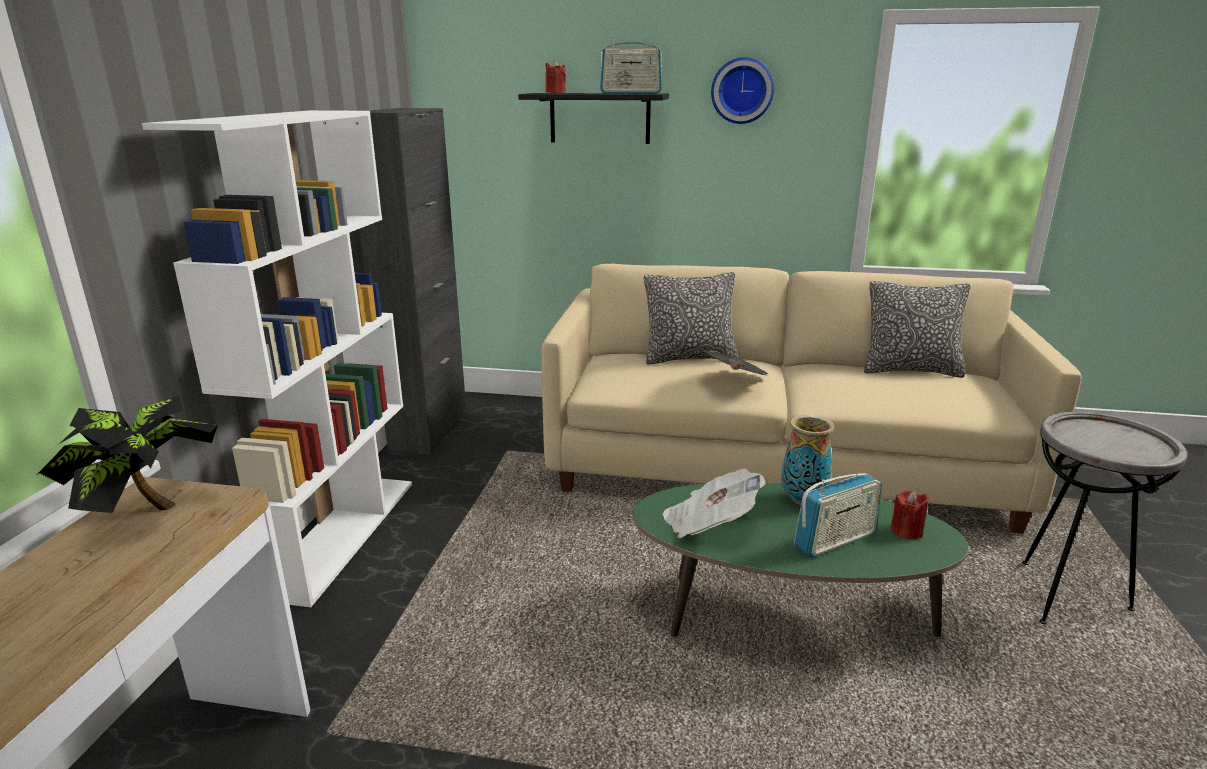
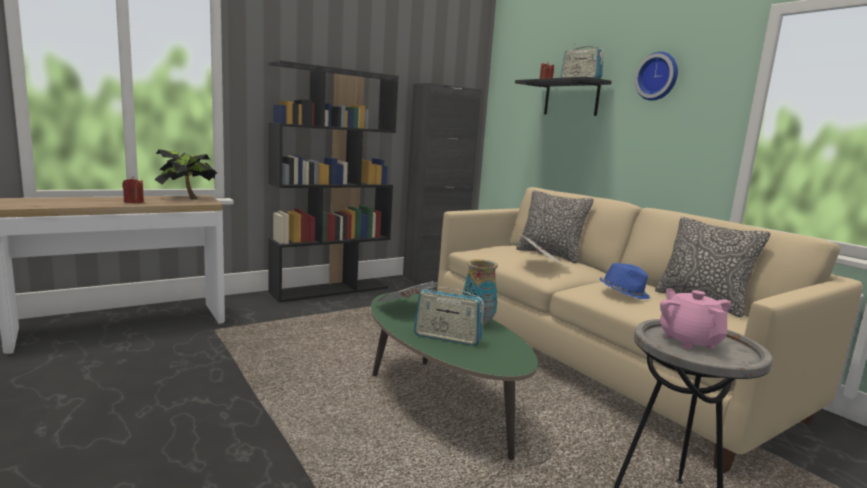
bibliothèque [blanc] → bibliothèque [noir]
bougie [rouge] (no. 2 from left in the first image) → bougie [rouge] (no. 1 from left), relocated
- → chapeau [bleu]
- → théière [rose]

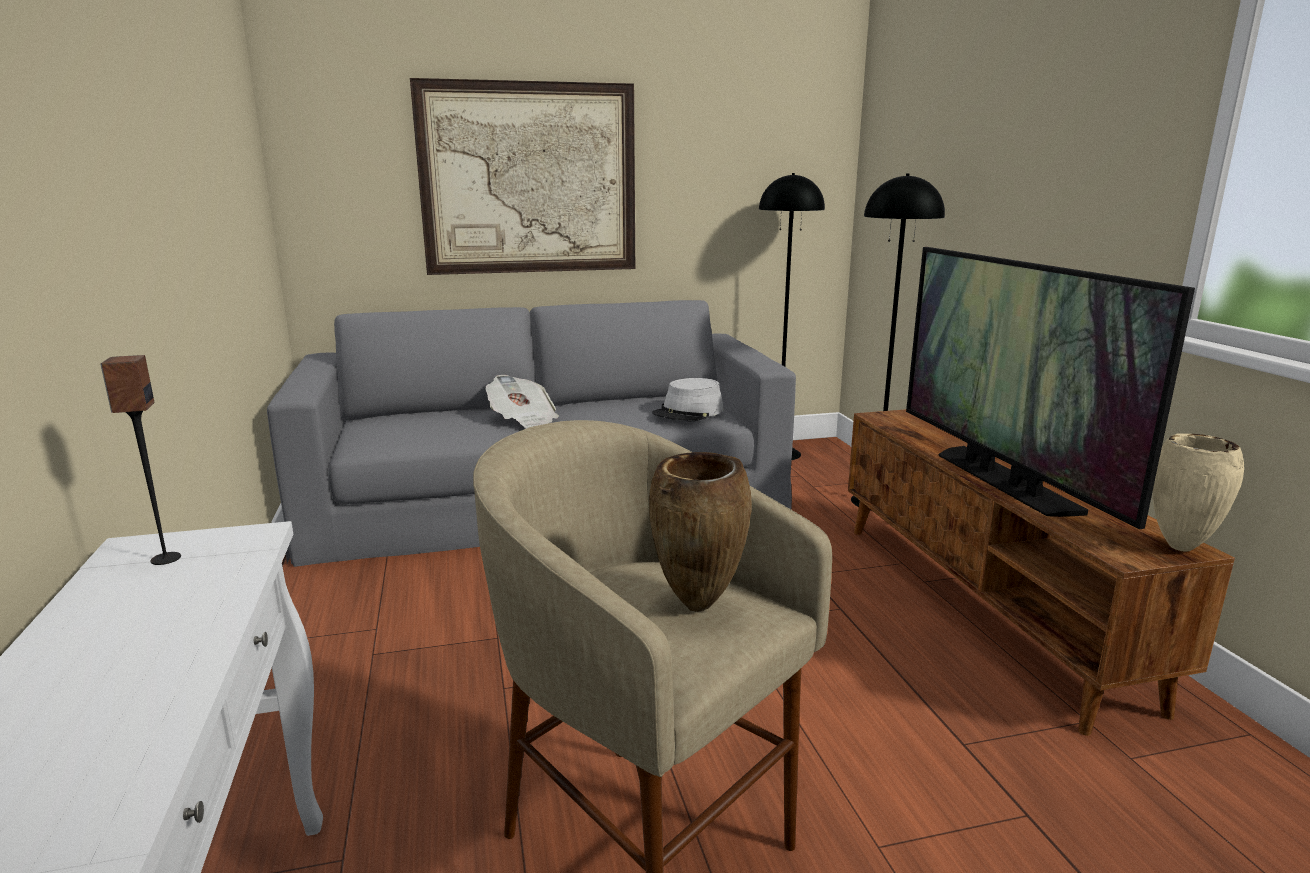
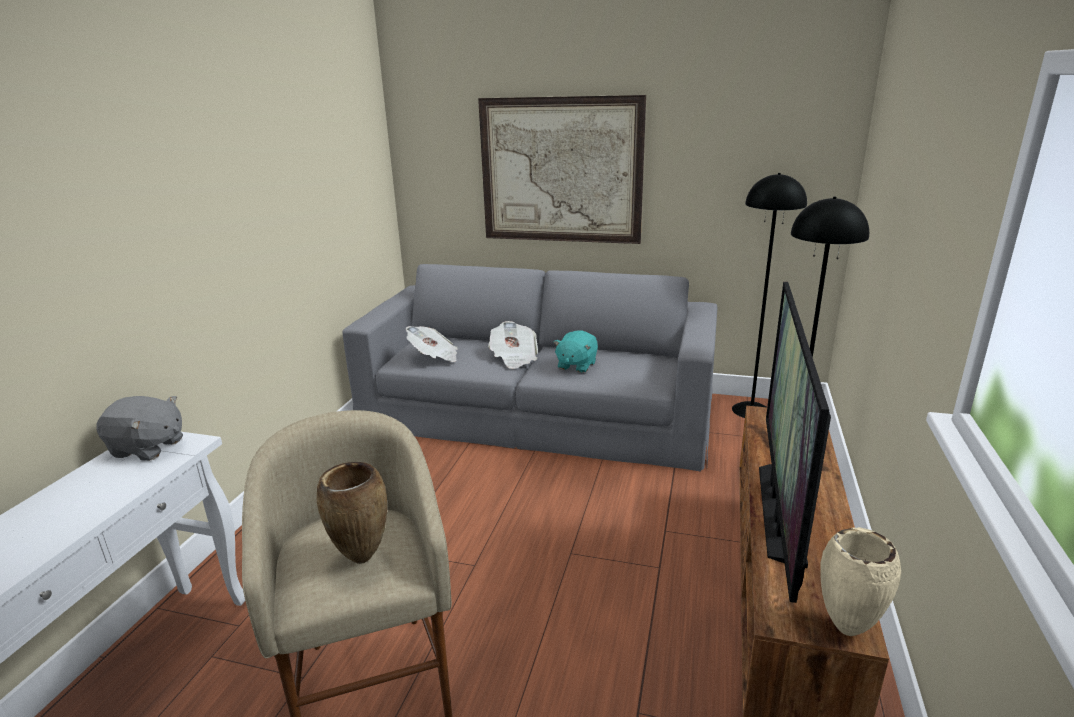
enceinte → peluche [gris]
chapeau [gris] → -
- → journal (no. 1 from left)
- → peluche [turquoise]

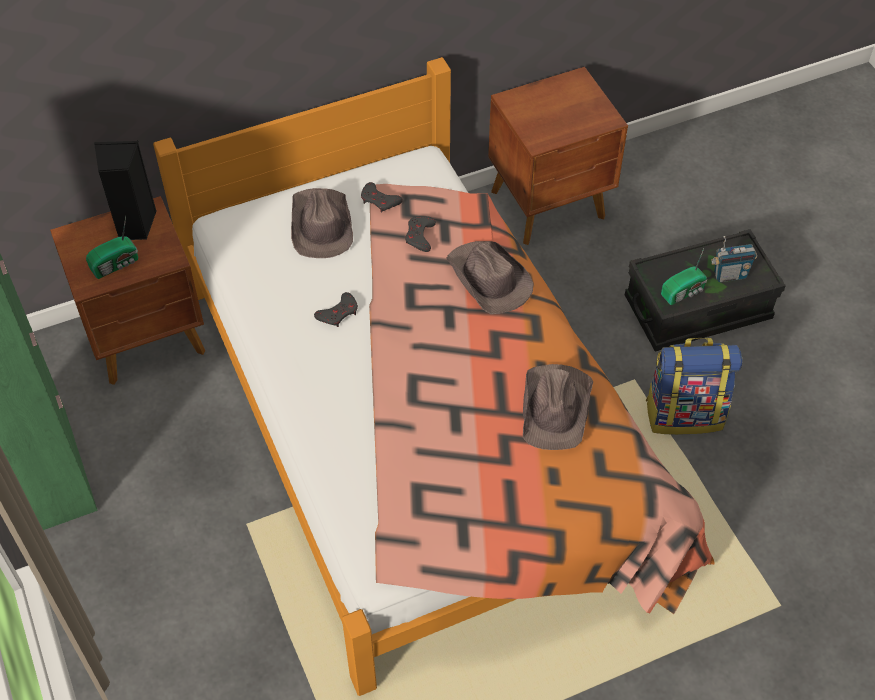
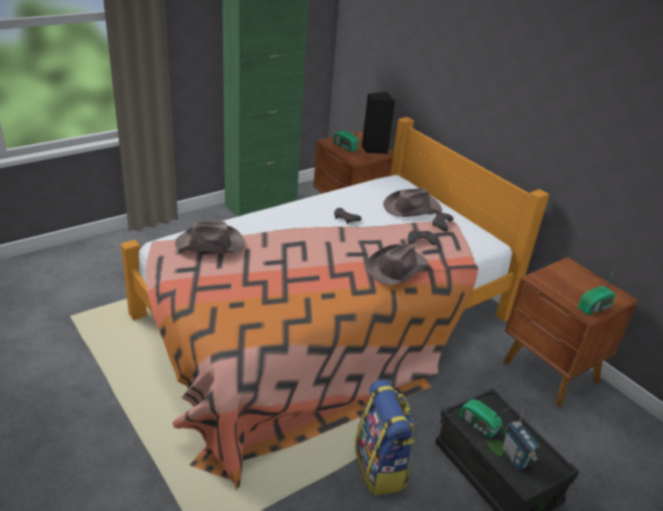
chapeau [marron] (no. 3 from left in the first image) → chapeau [marron] (no. 1 from left), relocated
- → radio (no. 4 from left)

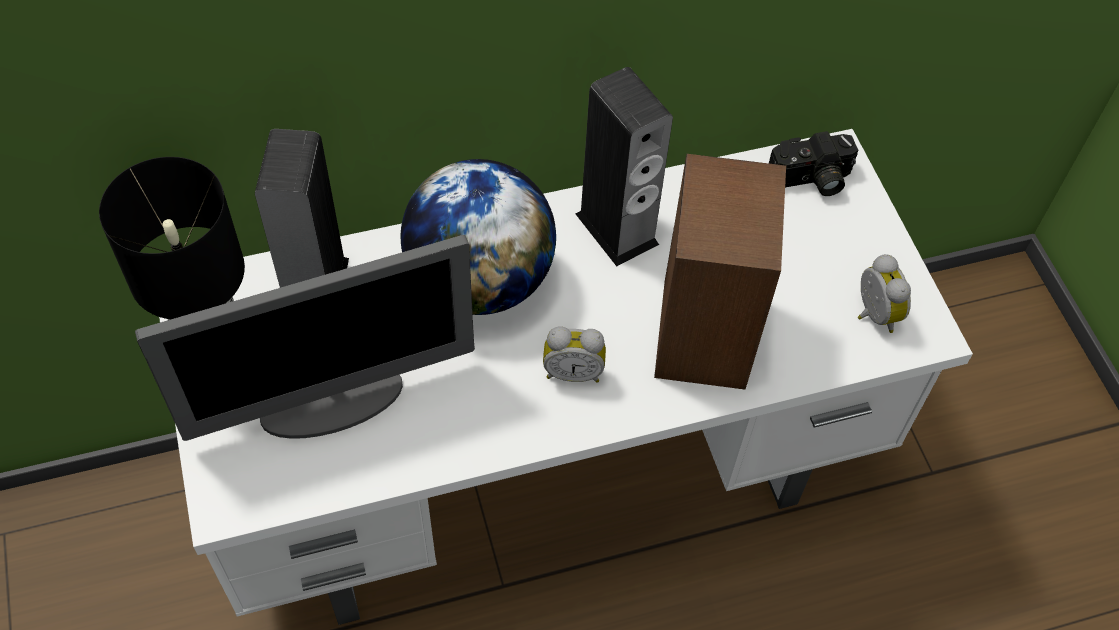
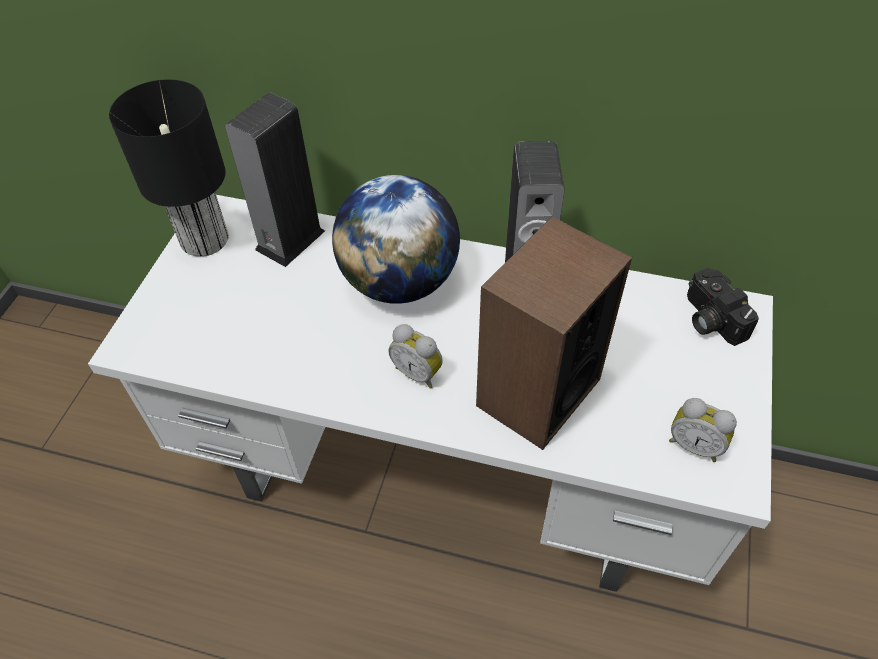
appareil photo, 45 degrees clockwise
écran d'ordinateur → -
réveil (no. 2 from left), 105 degrees clockwise

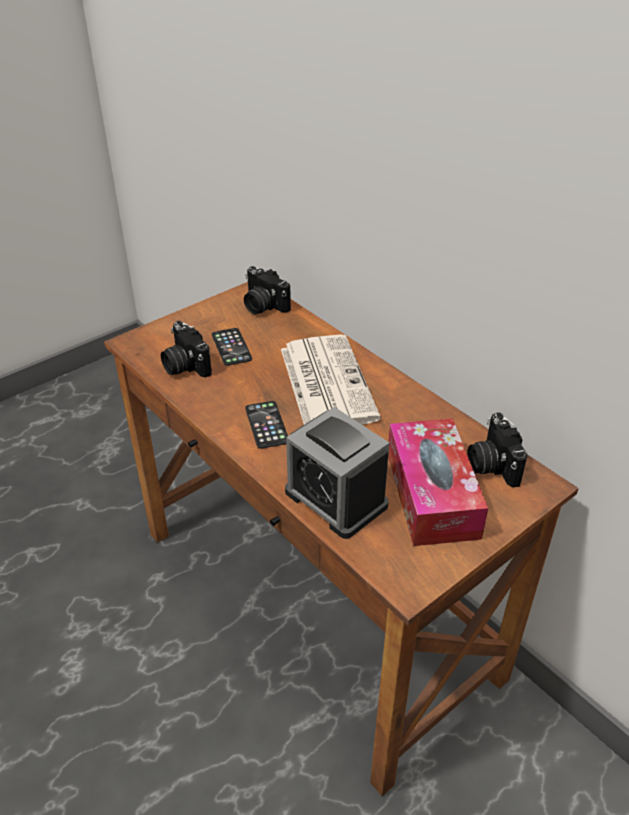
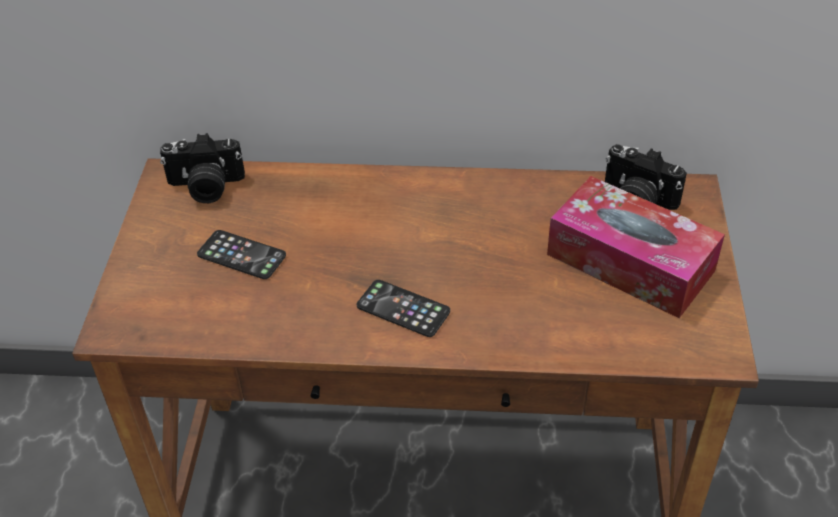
appareil photo (no. 1 from left) → -
journal → -
réveil → -

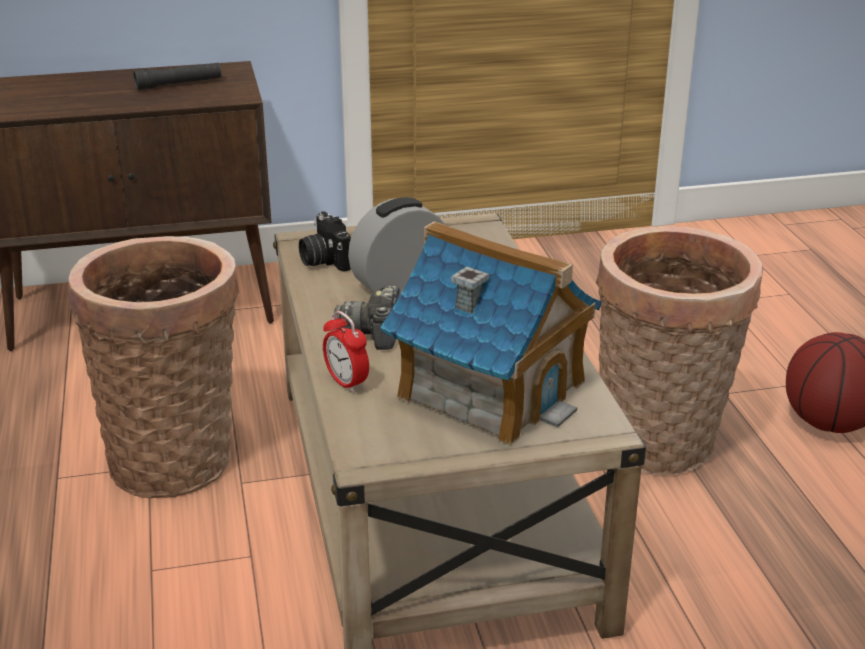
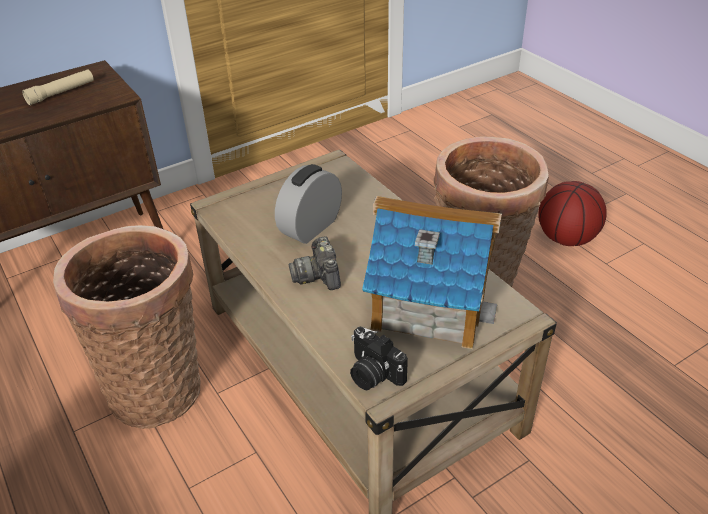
lampe de poche [noir] → lampe de poche [beige]
appareil photo (no. 1 from left in the first image) → appareil photo (no. 2 from left), relocated
réveil (no. 1 from left) → -

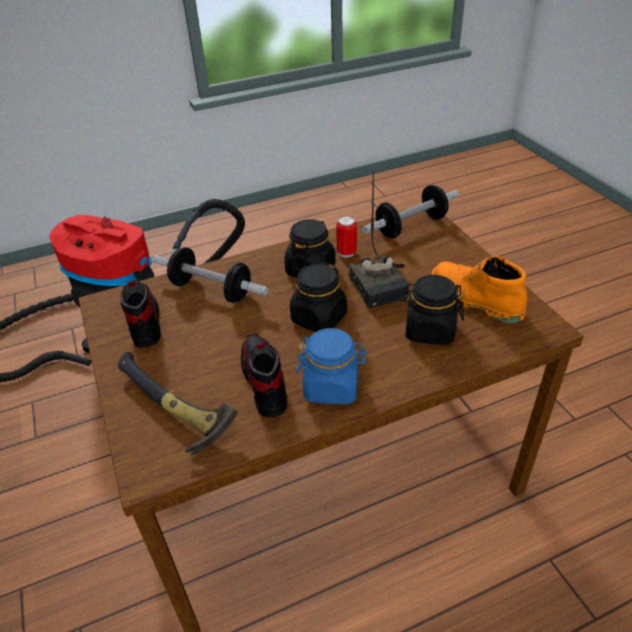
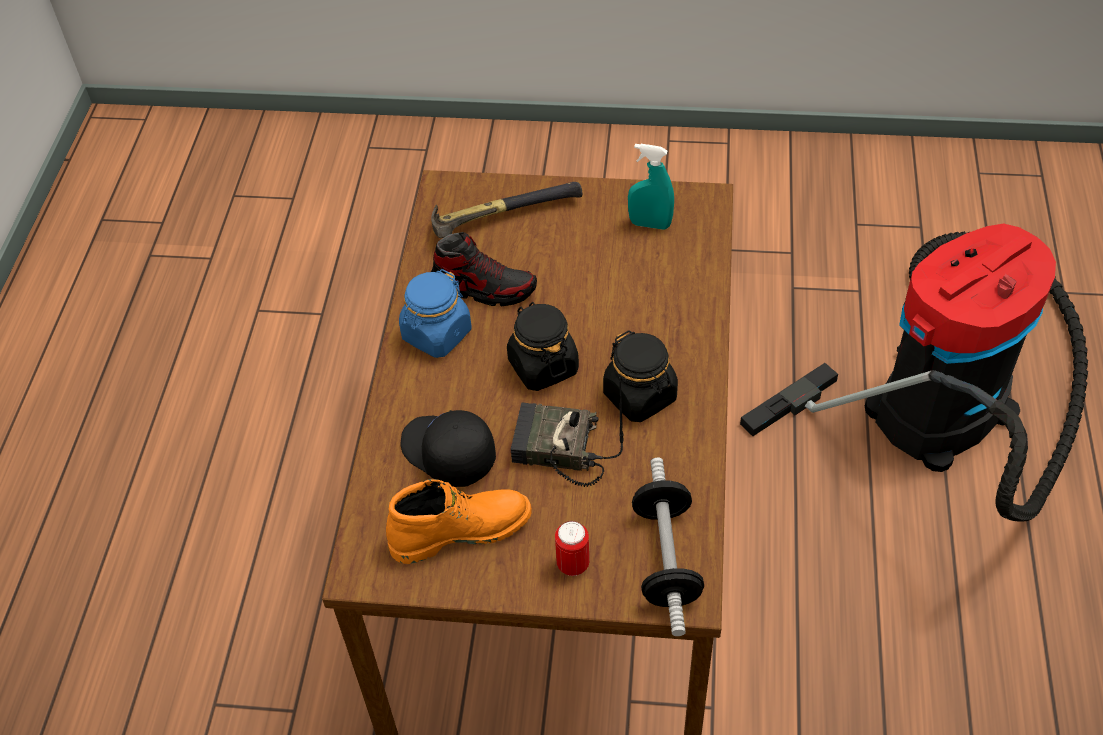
boîte métallique, relocated
haltère (no. 1 from left) → -
bocal [noir] (no. 3 from left) → casquette [noir]
chaussure (no. 1 from left) → vaporisateur [turquoise]

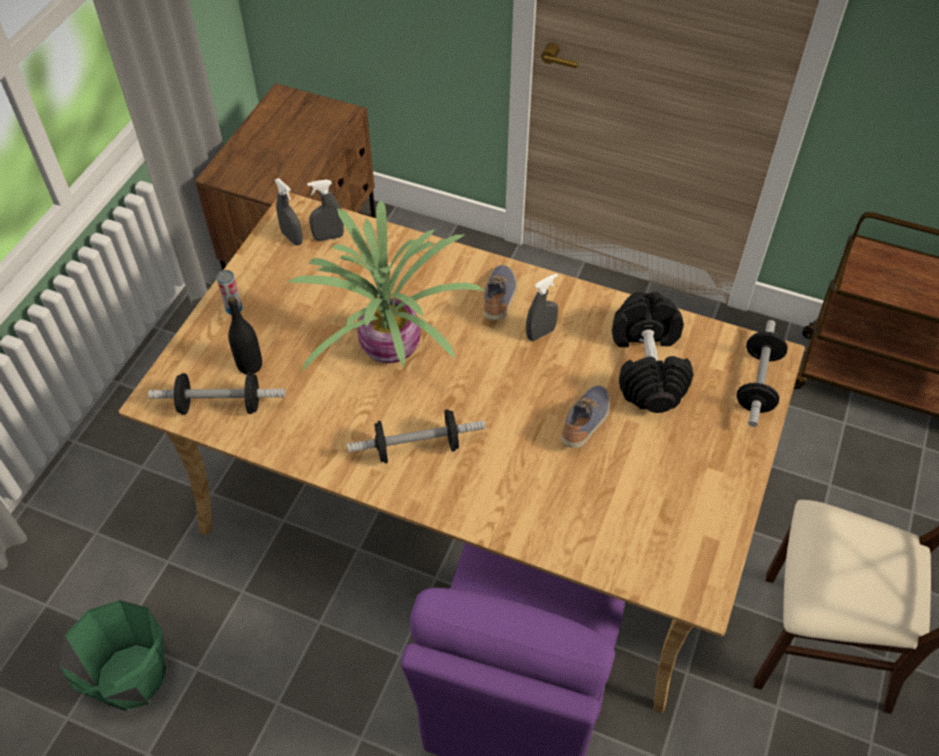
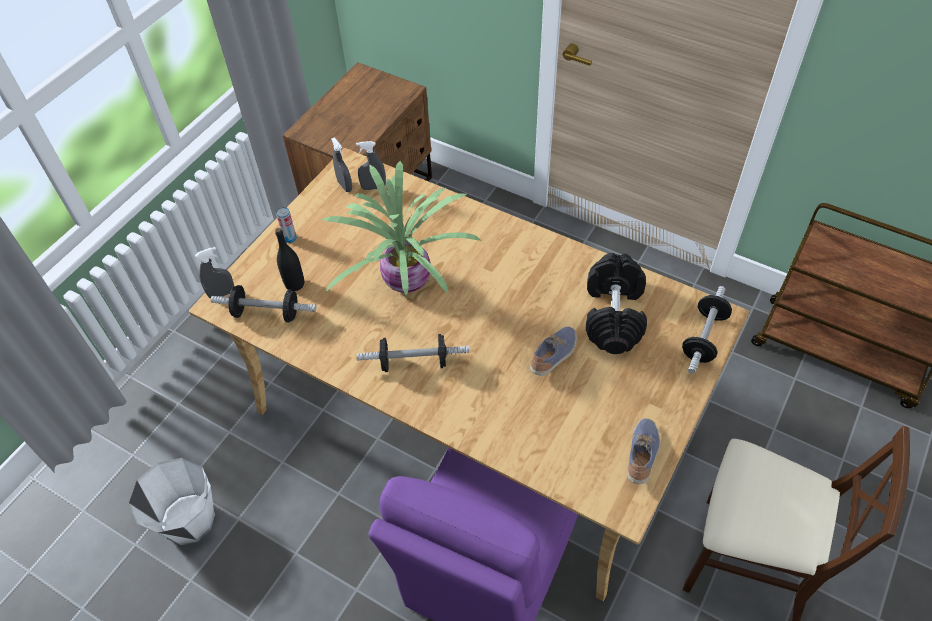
chaussure (no. 1 from left in the first image) → chaussure (no. 2 from left), relocated
vaporisateur [gris] (no. 3 from left in the first image) → vaporisateur [gris] (no. 1 from left), relocated
seau [vert] → seau [blanc]

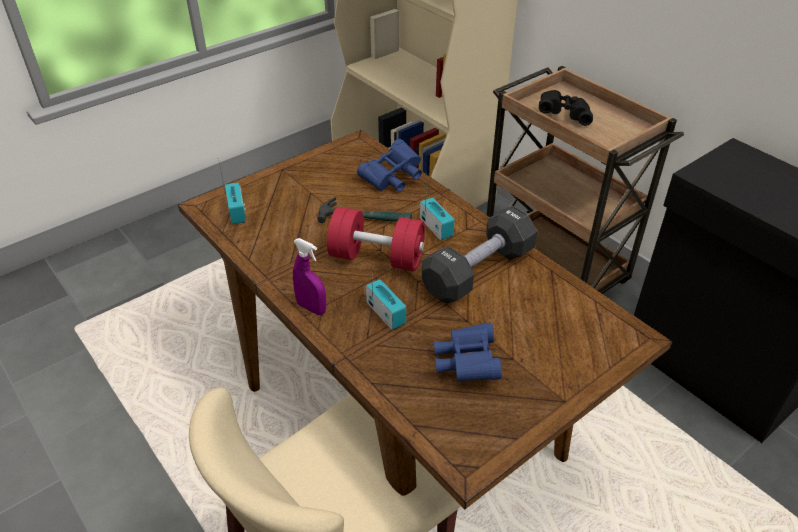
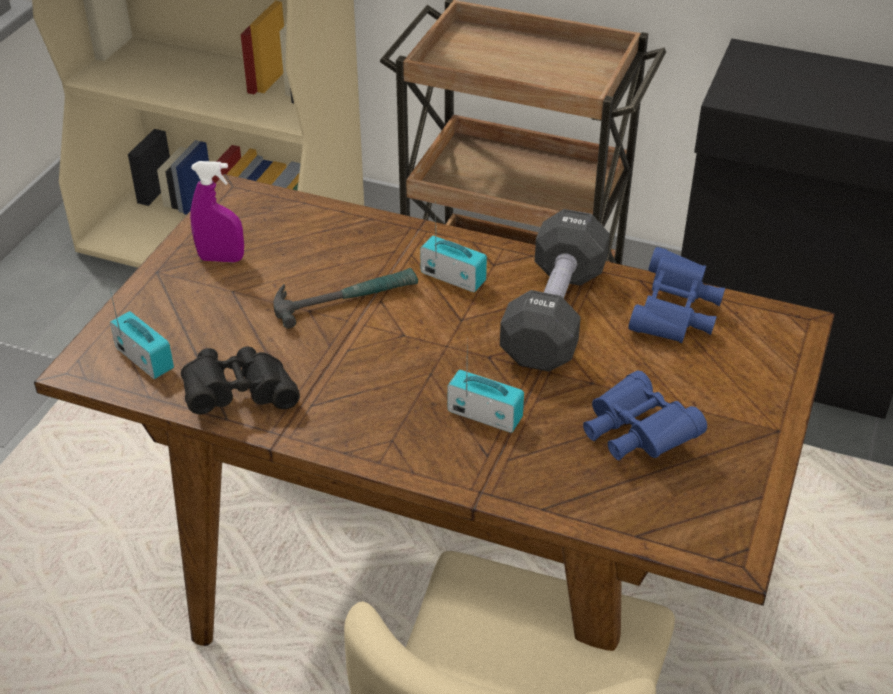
jumelles [noir], relocated
jumelles [bleu] (no. 1 from left in the first image) → jumelles [bleu] (no. 2 from left), relocated
haltère [rouge] → -
vaporisateur [violet], relocated

